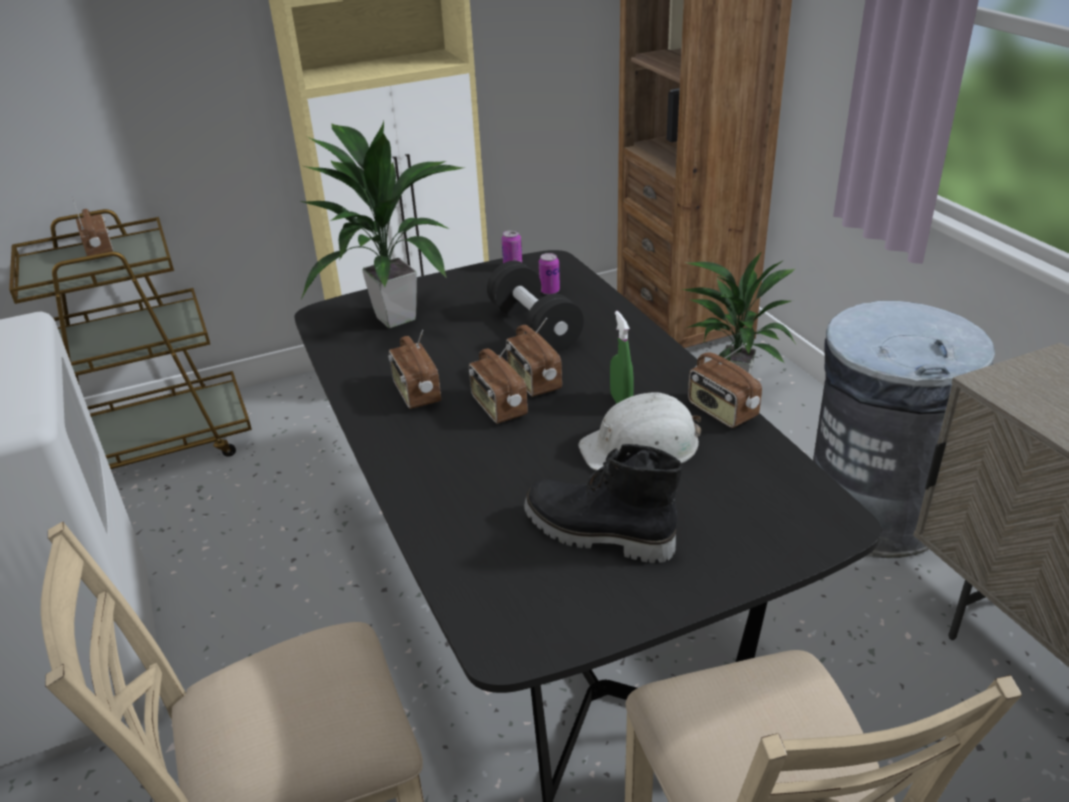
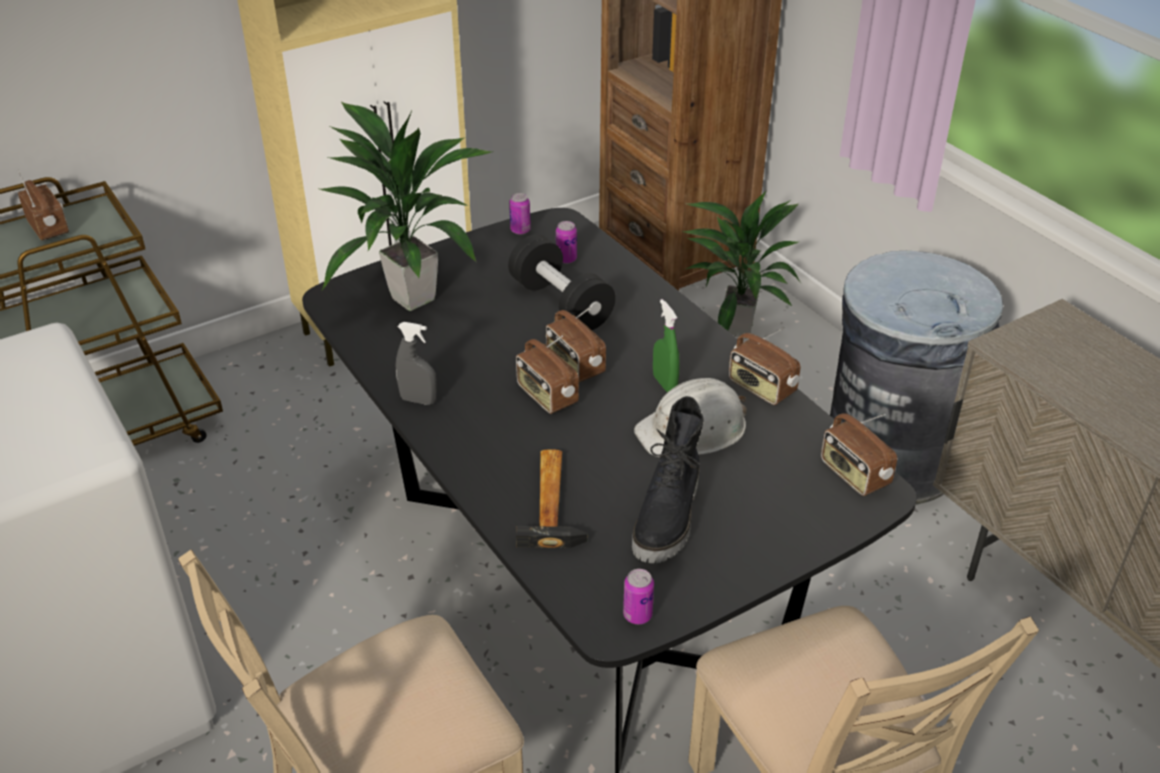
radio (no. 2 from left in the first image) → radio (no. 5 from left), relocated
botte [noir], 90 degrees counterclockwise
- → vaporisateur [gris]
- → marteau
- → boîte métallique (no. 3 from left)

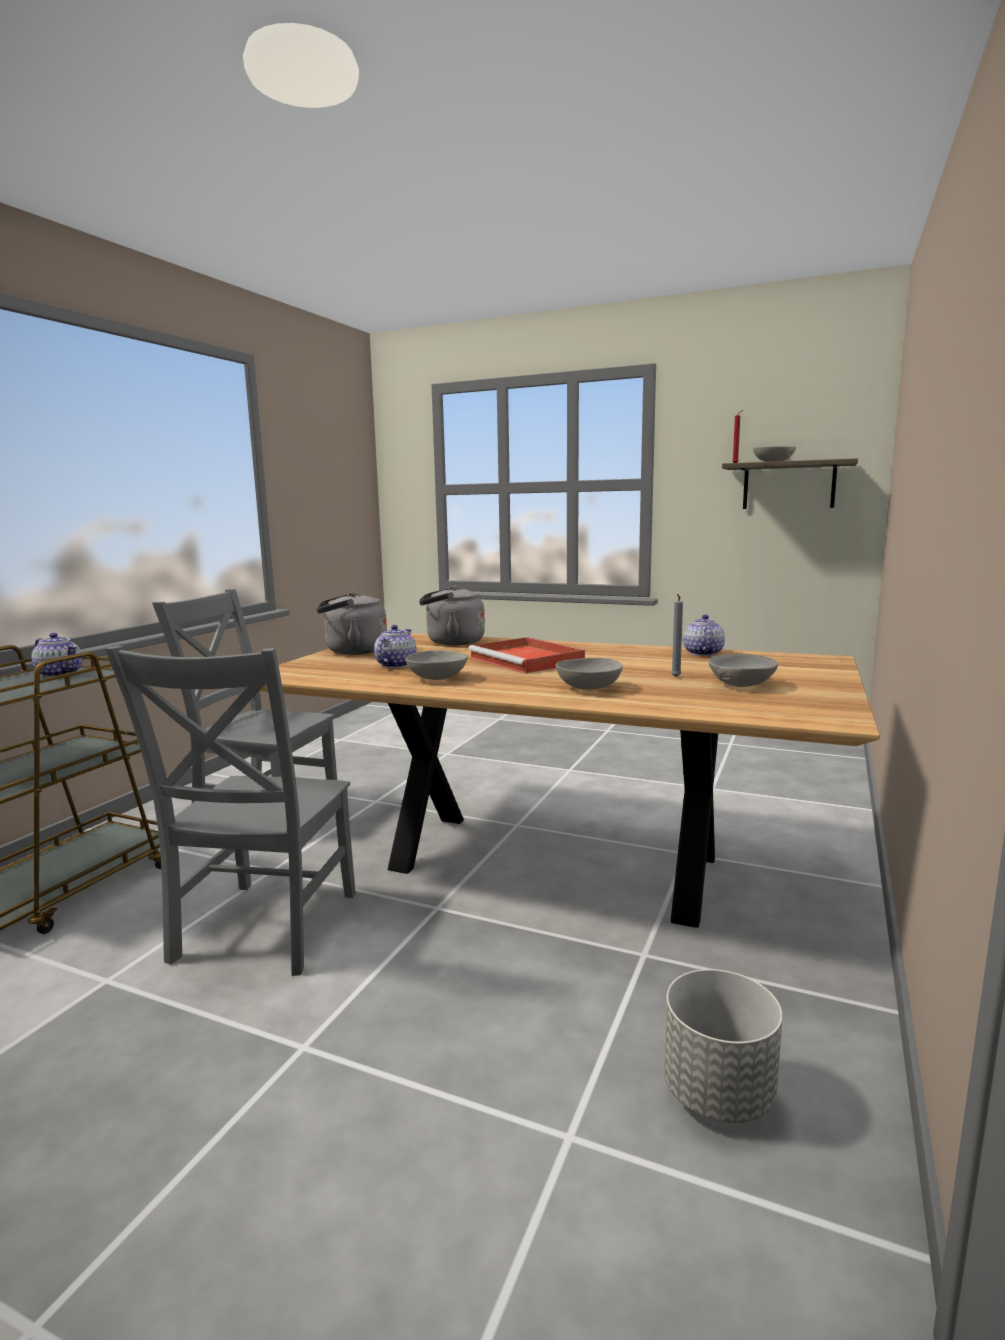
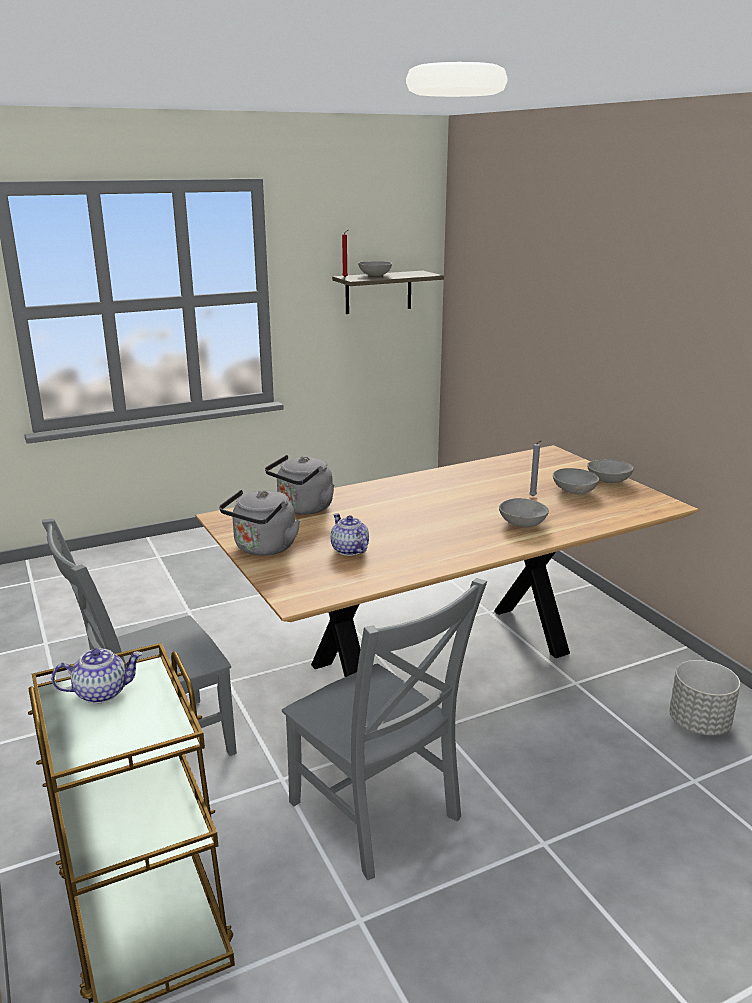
théière (no. 3 from left) → -
plateau [rouge] → -
bol [gris] (no. 1 from left in the first image) → bol [gris] (no. 4 from left), relocated

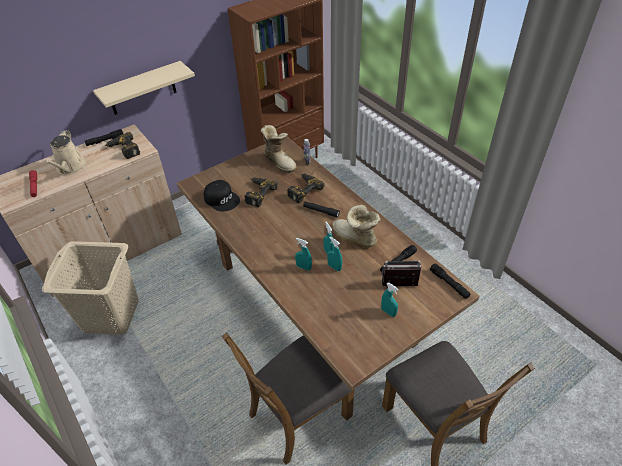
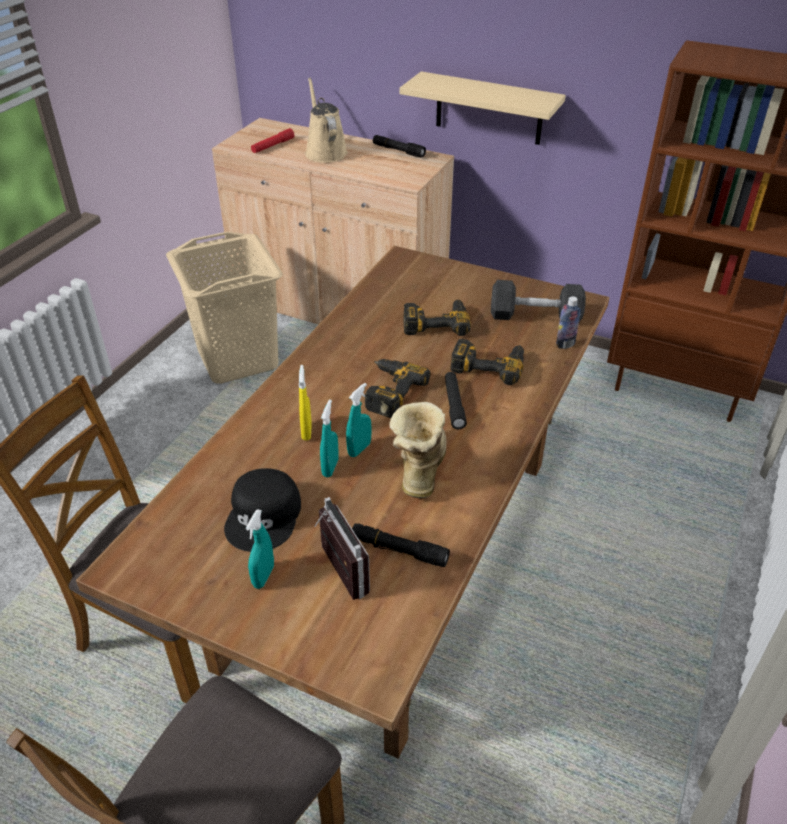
botte (no. 1 from left) → haltère [noir]
arrosoir [beige], 105 degrees clockwise
perceuse (no. 1 from left), relocated
casquette [noir], relocated
vaporisateur [turquoise] (no. 1 from left) → vaporisateur [jaune]
lampe de poche [noir] (no. 4 from left) → -

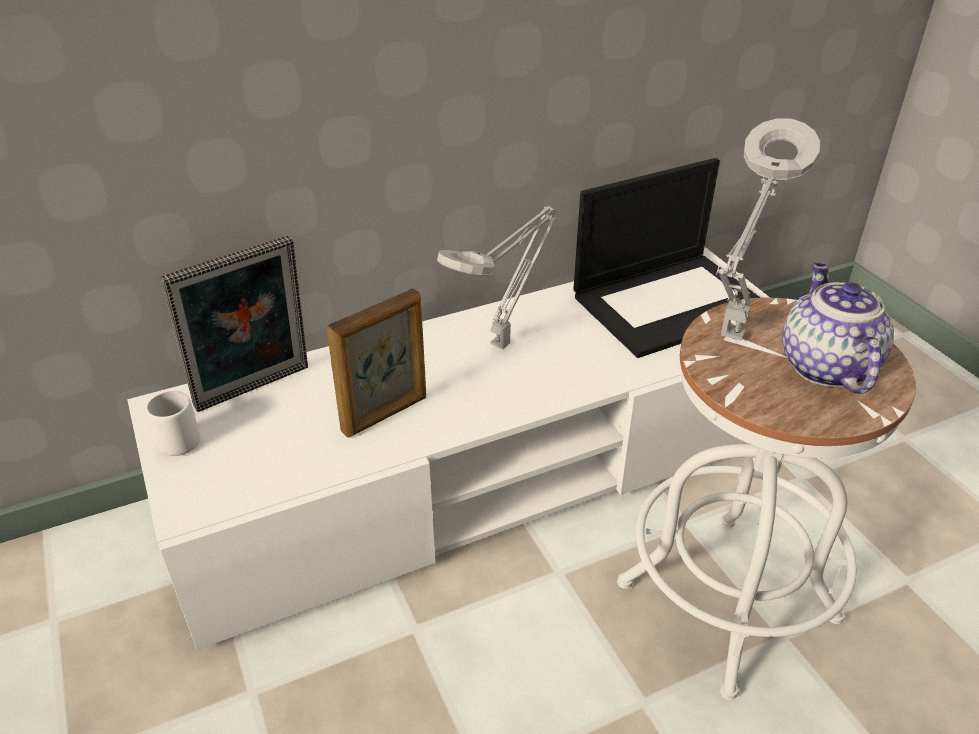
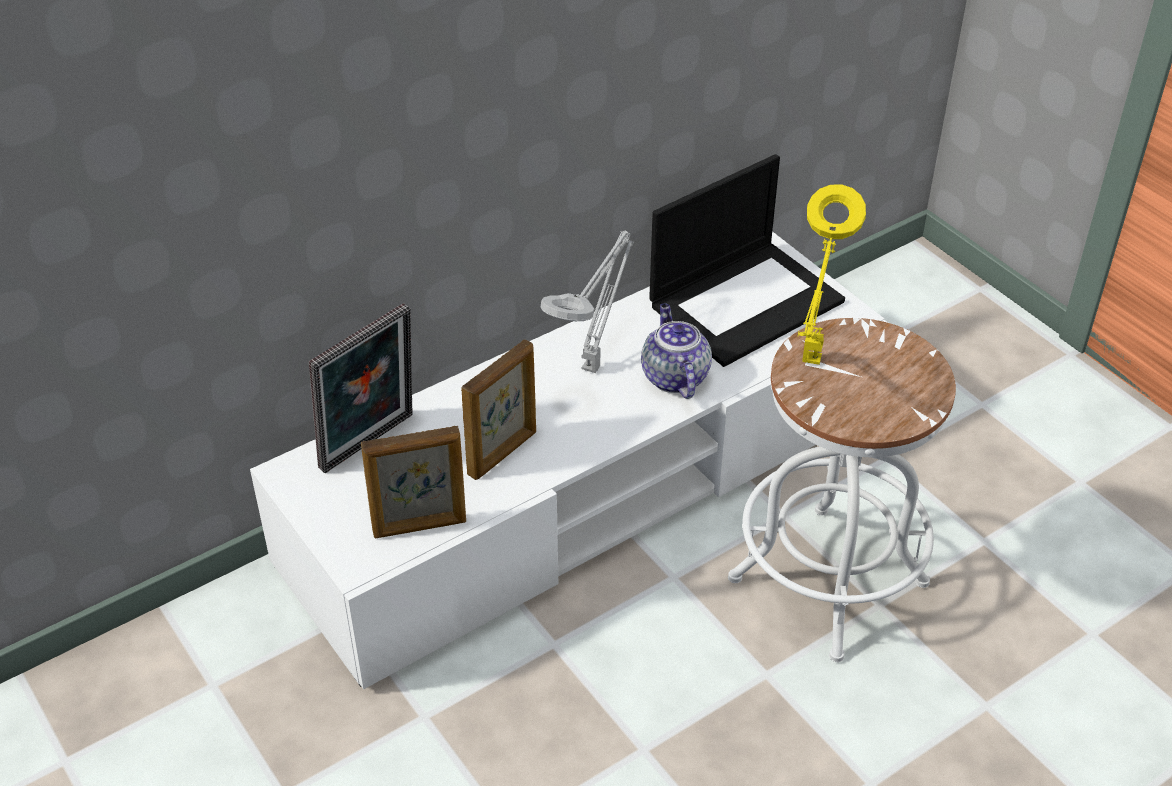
lampe de table [gris] (no. 2 from left) → lampe de table [jaune]
théière, relocated
mug [blanc] → -
- → cadre photo (no. 2 from left)

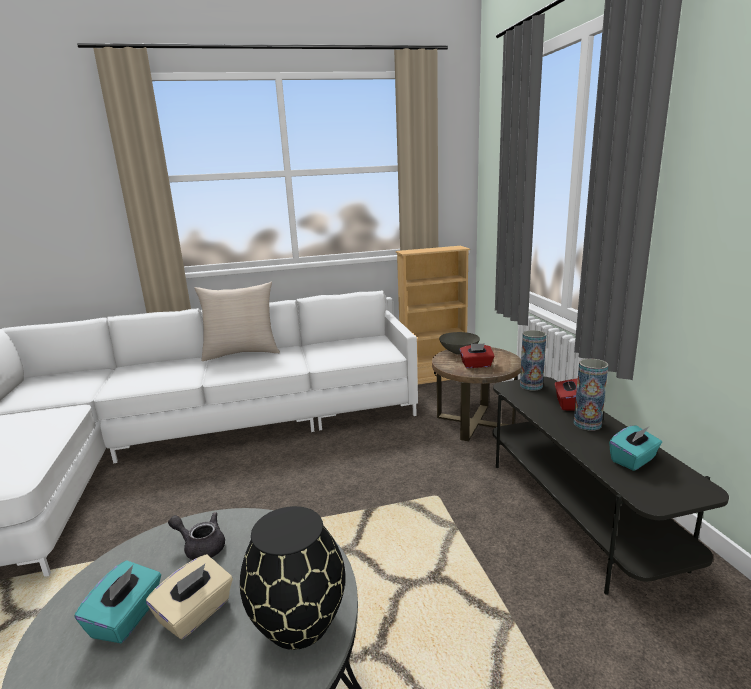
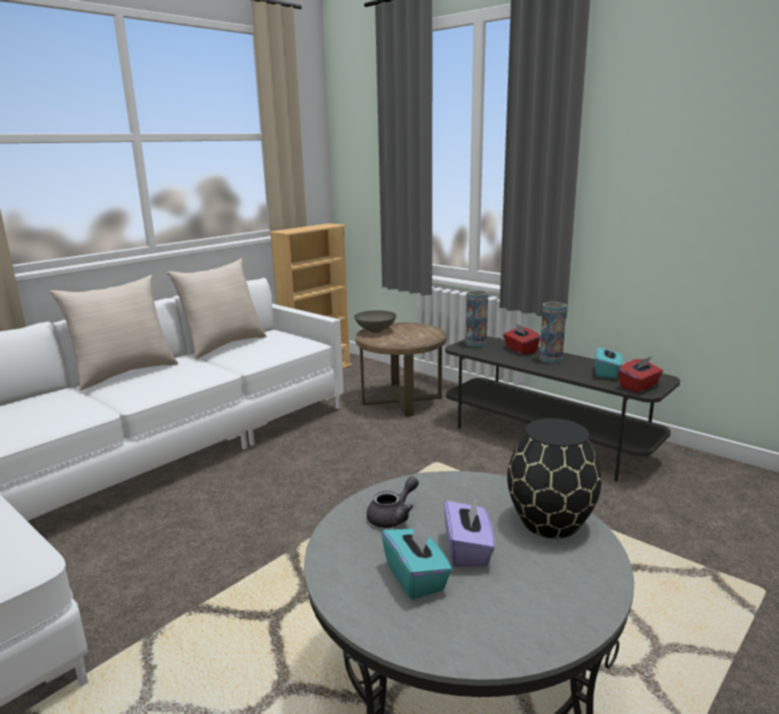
boîte à mouchoirs [rouge] (no. 1 from left in the first image) → boîte à mouchoirs [rouge] (no. 2 from left), relocated
théière [gris], 150 degrees clockwise
boîte à mouchoirs [beige] → boîte à mouchoirs [violet]
- → coussin [beige] (no. 2 from left)

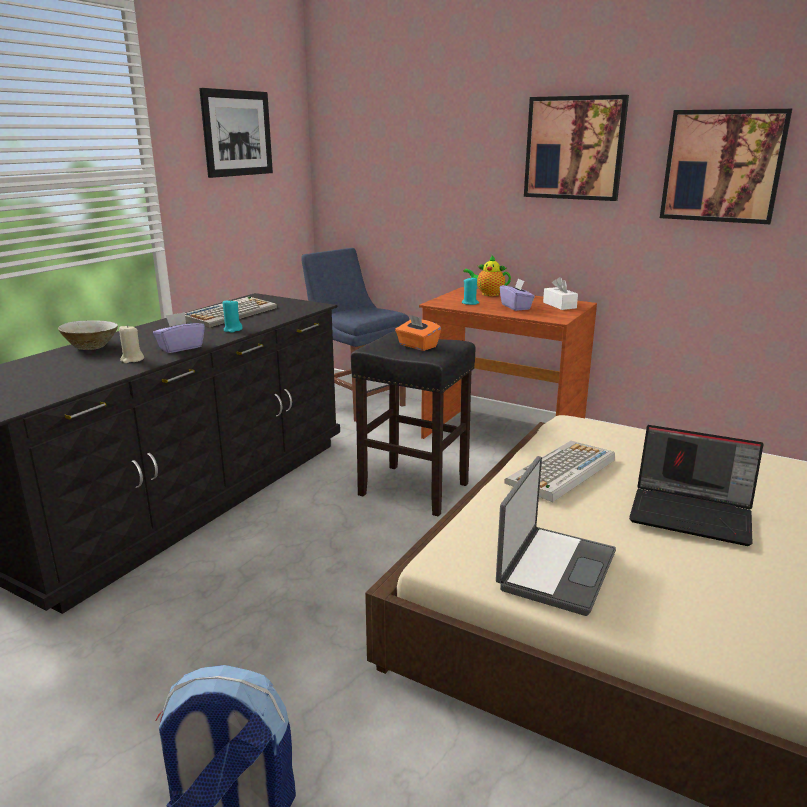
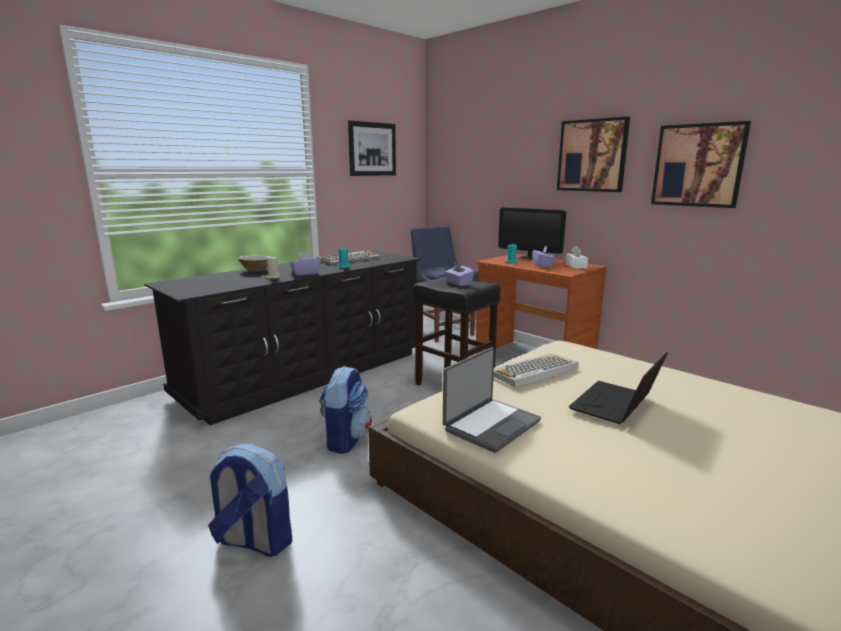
théière → écran d'ordinateur
boîte à mouchoirs [orange] → boîte à mouchoirs [violet] (no. 2 from left)
ordinateur portable (no. 2 from left), 90 degrees clockwise
- → sac à dos (no. 2 from left)

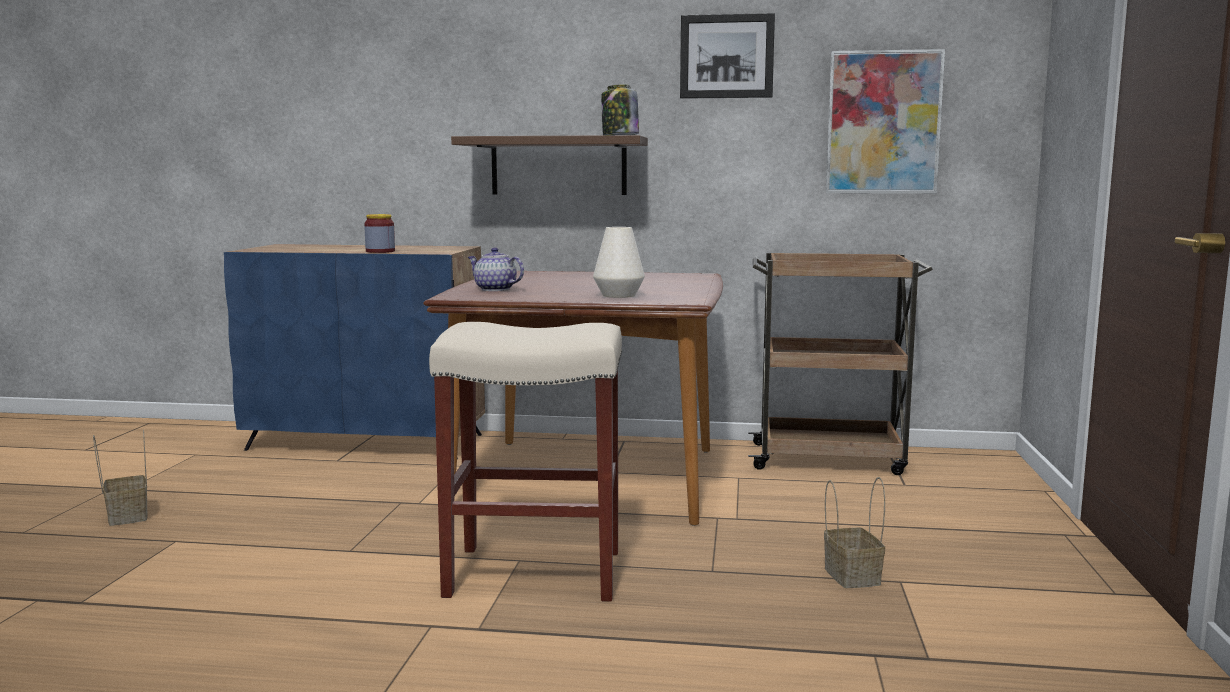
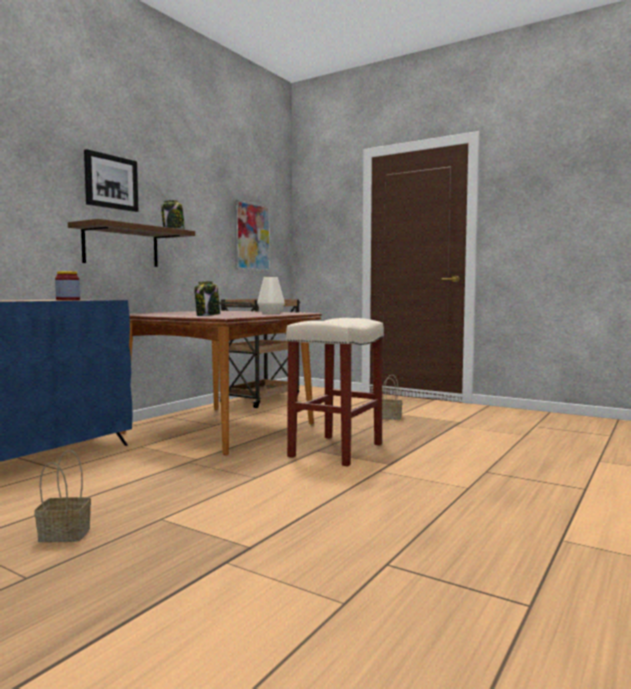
tableau (no. 1 from left), relocated
théière → bocal (no. 3 from left)

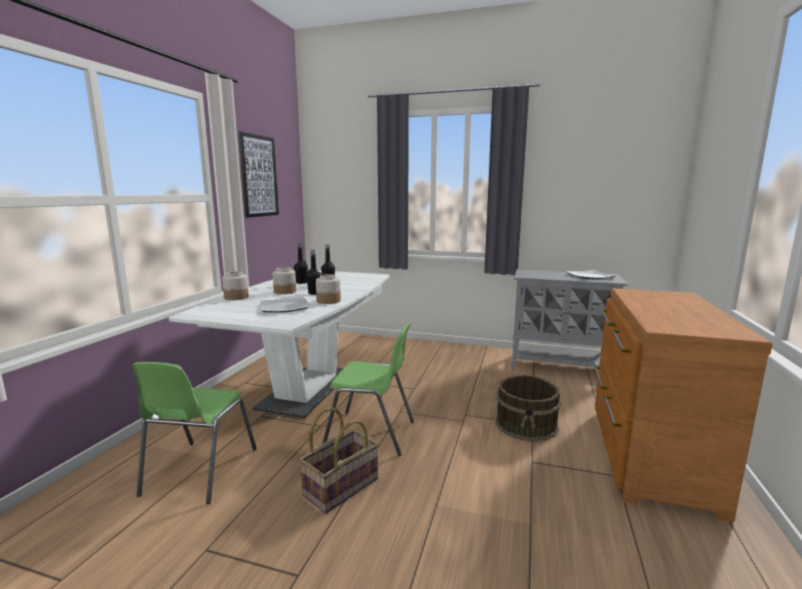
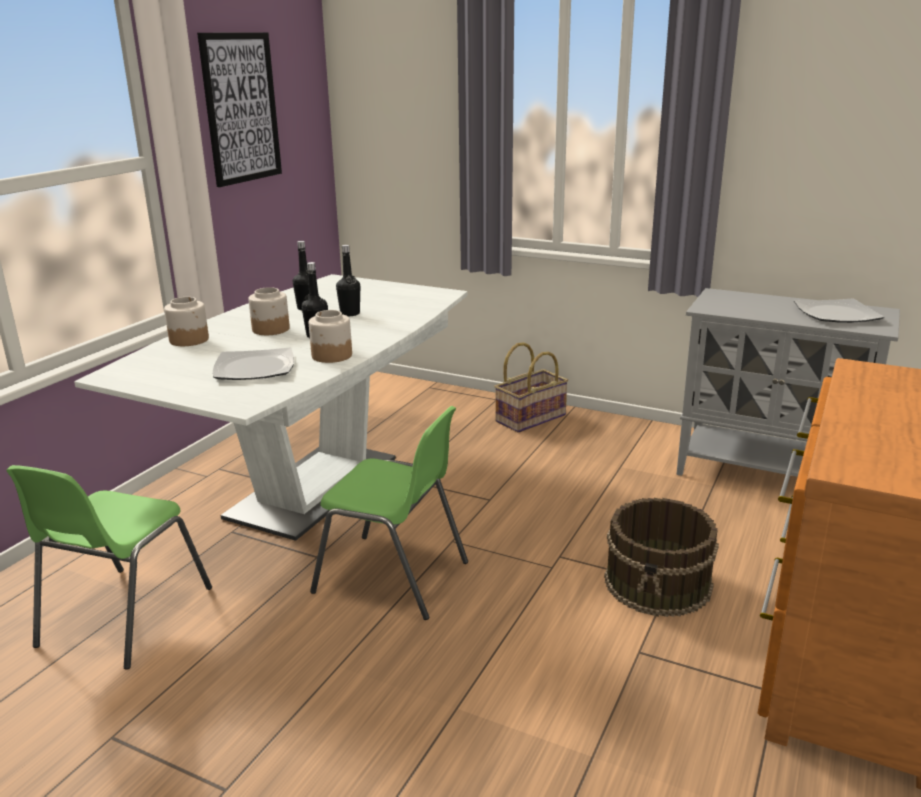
panier, relocated

